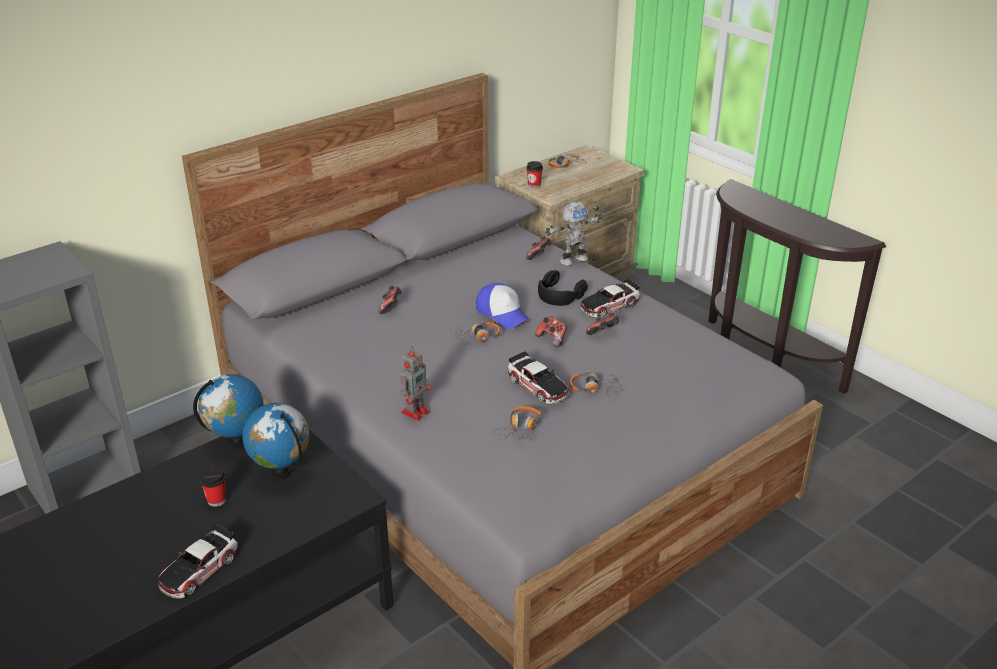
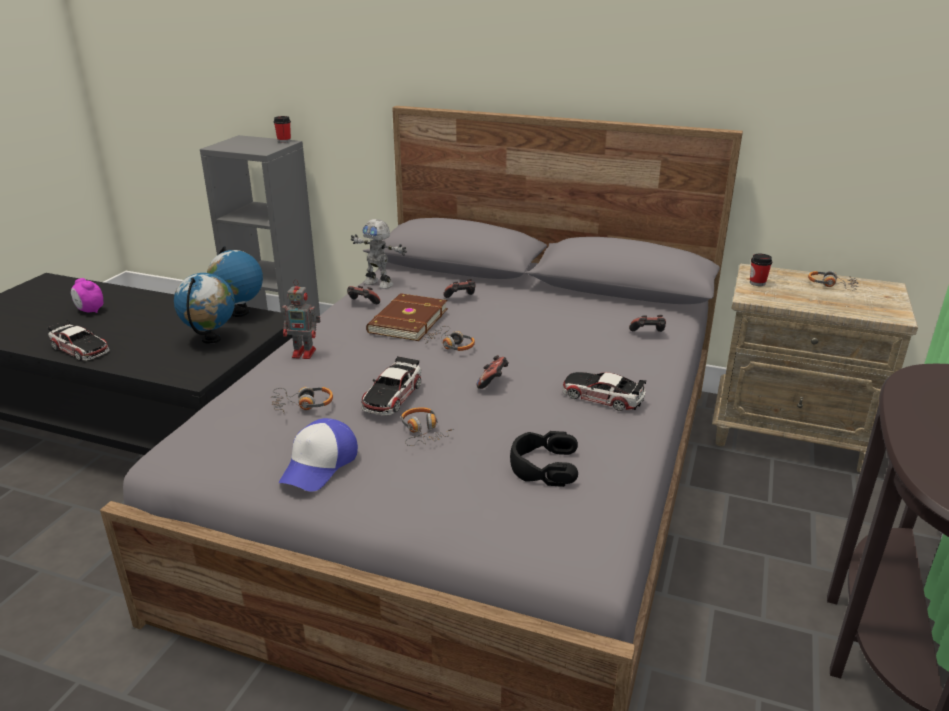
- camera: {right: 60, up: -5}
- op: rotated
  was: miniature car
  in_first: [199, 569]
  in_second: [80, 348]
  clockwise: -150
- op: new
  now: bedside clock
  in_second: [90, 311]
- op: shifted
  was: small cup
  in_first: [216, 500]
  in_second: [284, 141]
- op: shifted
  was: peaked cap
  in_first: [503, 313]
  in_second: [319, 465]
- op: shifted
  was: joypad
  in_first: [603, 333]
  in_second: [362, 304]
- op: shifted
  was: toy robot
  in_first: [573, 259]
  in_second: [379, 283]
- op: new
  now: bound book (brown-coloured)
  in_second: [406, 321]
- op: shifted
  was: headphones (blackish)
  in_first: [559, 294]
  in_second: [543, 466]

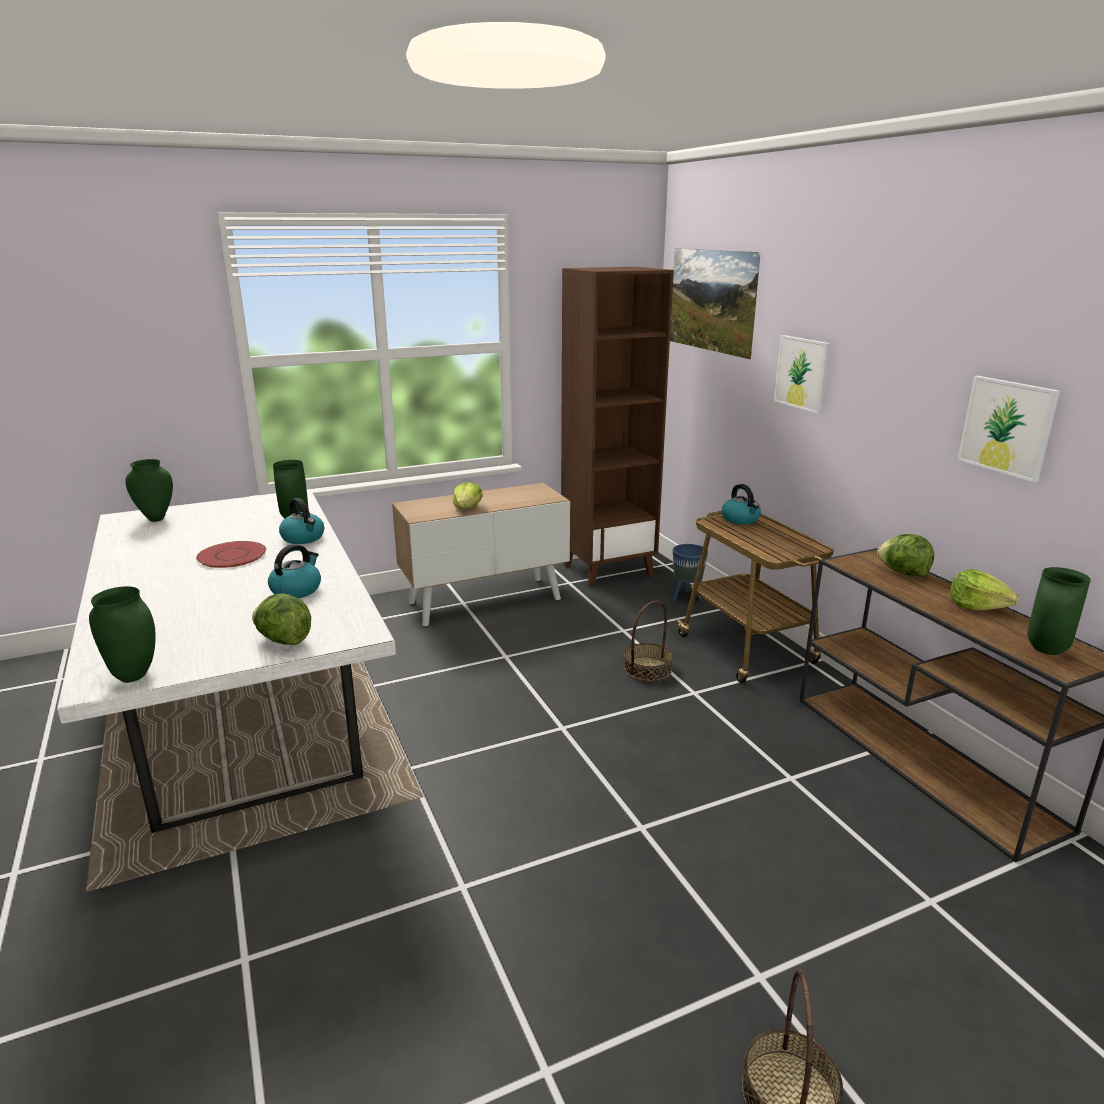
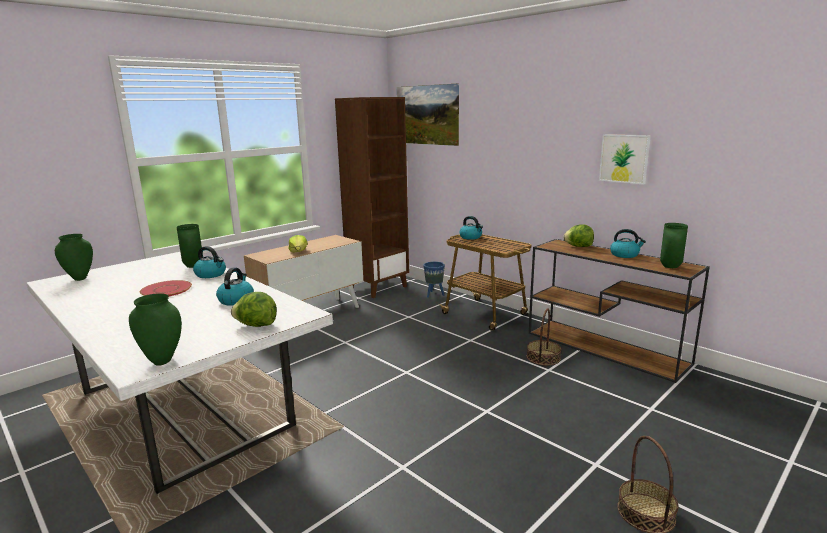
- camera: {right: -20, up: -5}
- op: shifted
  was: basket
  in_first: [647, 669]
  in_second: [543, 357]
- op: swapped
  was: lettuce
  now: tea kettle
  in_first: [977, 606]
  in_second: [625, 255]
- op: gone
  was: wall art
  in_first: [802, 373]

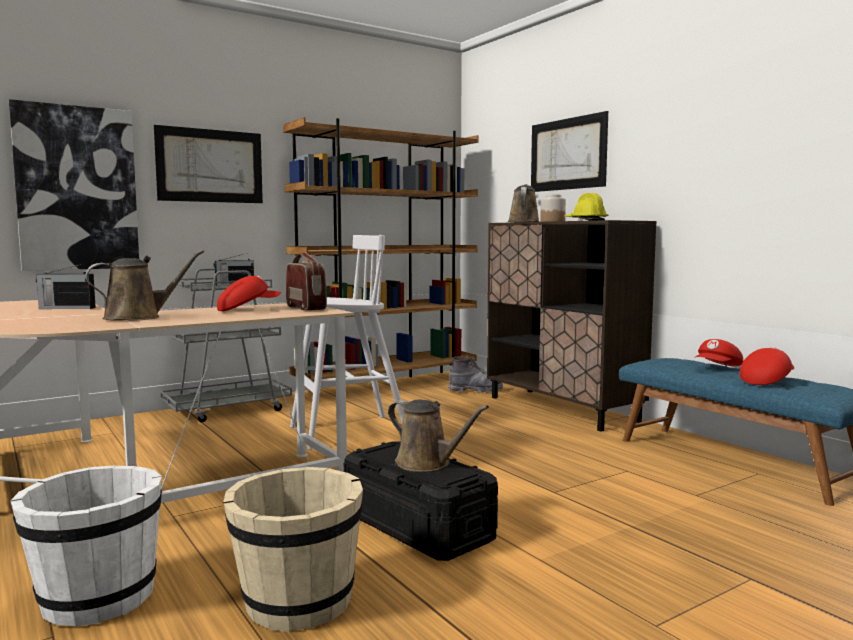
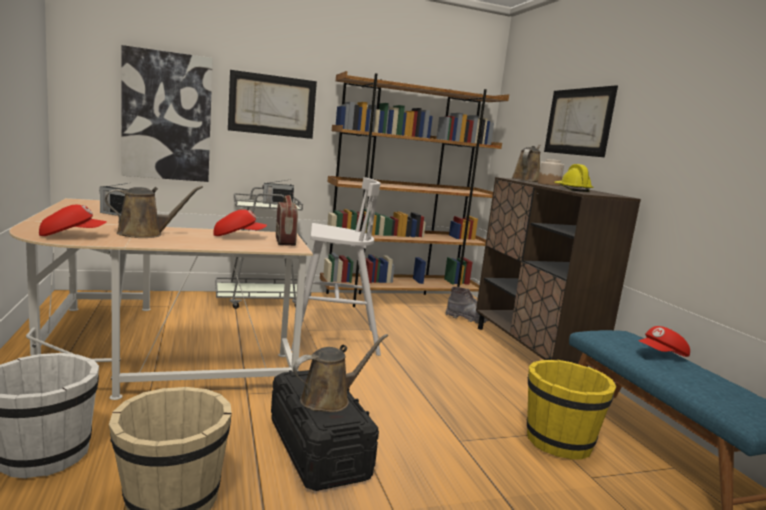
- camera: {right: 15, up: 5}
- op: shifted
  was: peaked cap (reddish)
  in_first: [766, 380]
  in_second: [72, 236]
- op: rotated
  was: watering can (brown-coloured)
  in_first: [427, 463]
  in_second: [329, 399]
  clockwise: -90
- op: new
  now: bucket (yellow)
  in_second: [558, 441]

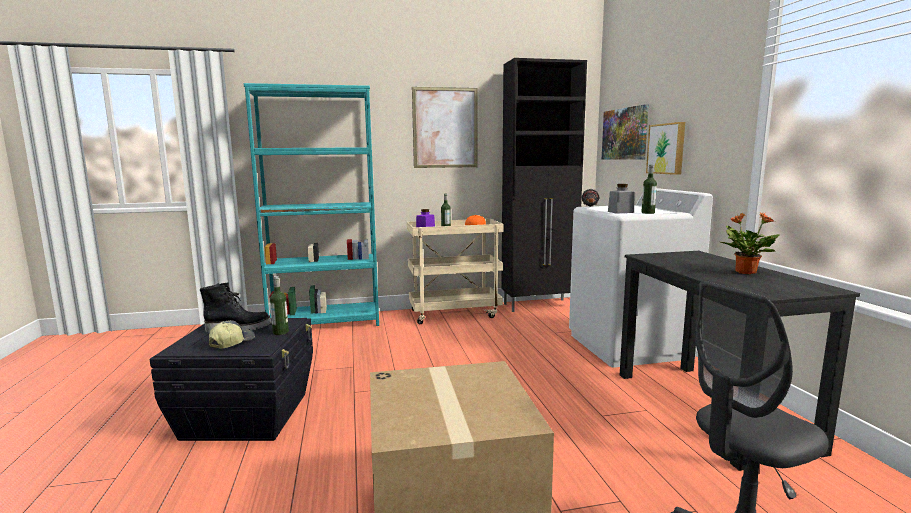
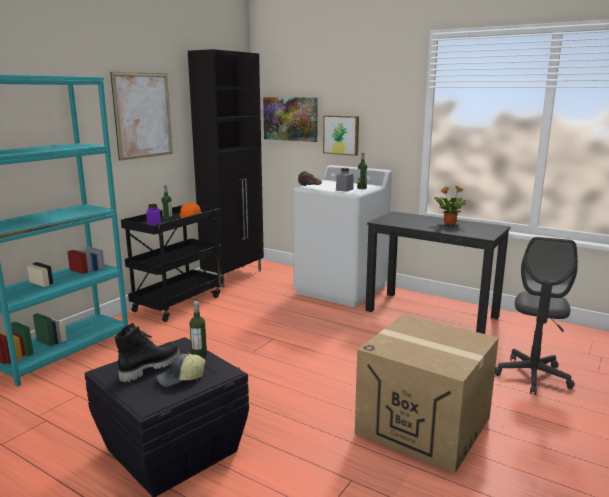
- camera: {right: -45, up: 5}
- op: repainted
  was: trolley (sand-coloured)
  now: trolley (blackish)
  in_first: [455, 313]
  in_second: [178, 303]
- op: rotated
  was: peaked cap
  in_first: [231, 342]
  in_second: [181, 378]
  clockwise: -90

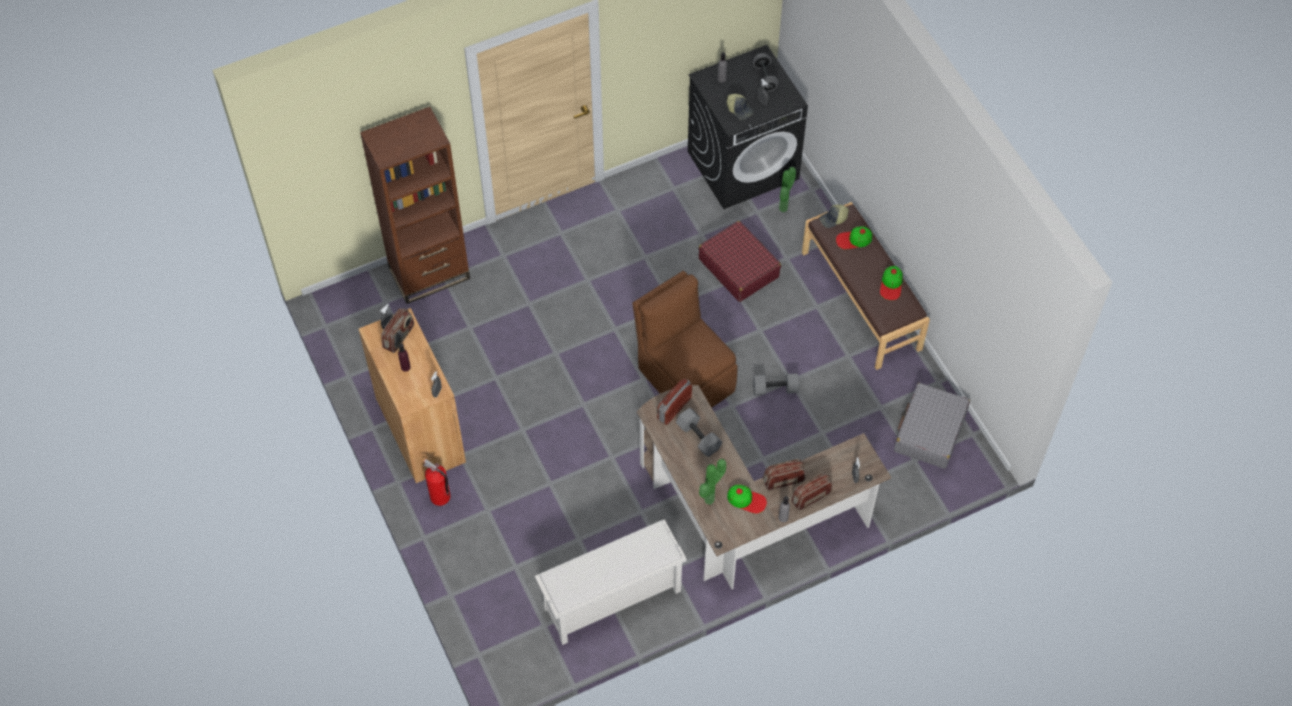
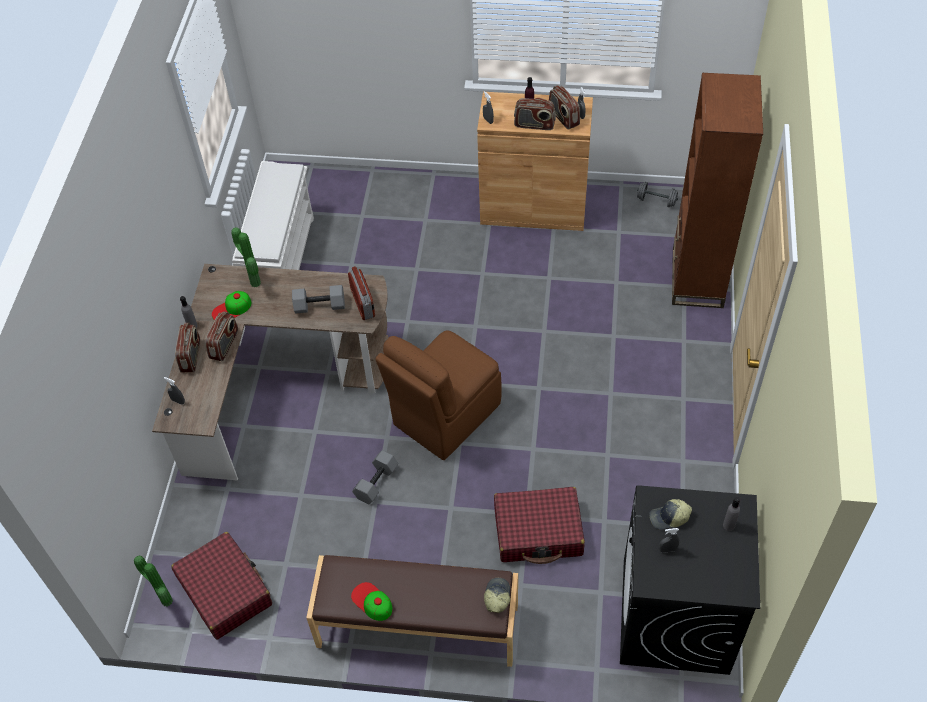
- camera: {right: 125, up: -5}
- op: shifted
  was: houseplant
  in_first: [785, 209]
  in_second: [165, 603]
- op: repainted
  was: travel case (grey)
  now: travel case (reddish)
  in_first: [929, 432]
  in_second: [225, 591]
- op: rotated
  was: plain chair (brown-coloured)
  in_first: [685, 377]
  in_second: [444, 415]
  clockwise: 135
- op: new
  now: radio set
  in_second: [534, 125]
- op: shifted
  was: dumbbell (grey)
  in_first: [764, 78]
  in_second: [656, 201]
- op: gone
  was: fire extinguisher
  in_first: [440, 497]
- op: gone
  was: peaked cap
  in_first: [854, 239]

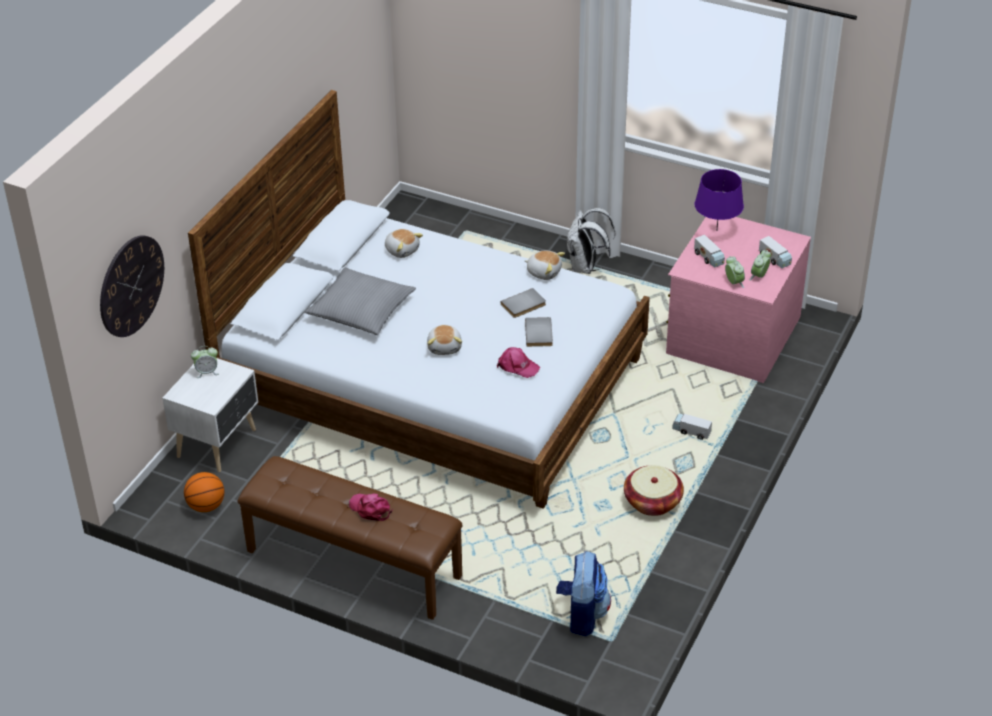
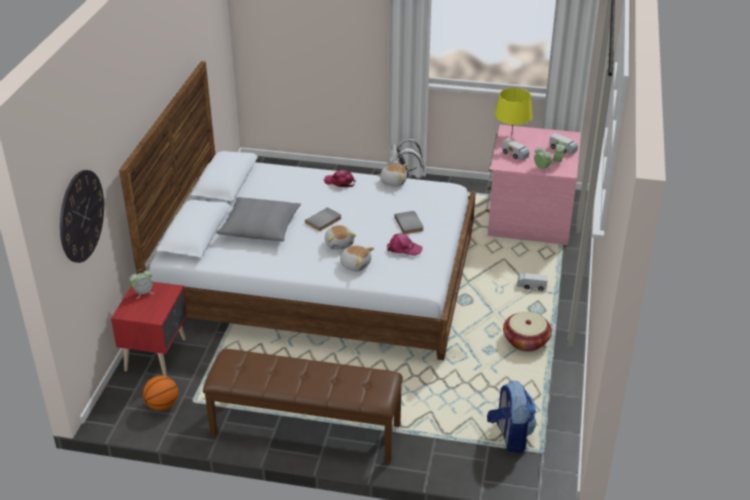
- camera: {right: -15, up: -5}
- op: repainted
  was: night table (whitish)
  now: night table (reddish)
  in_first: [218, 443]
  in_second: [157, 354]
- op: shifted
  was: bound book (grey)
  in_first: [524, 305]
  in_second: [324, 221]
- op: shifted
  was: peaked cap (pinkish)
  in_first: [370, 509]
  in_second: [340, 182]
- op: shifted
  was: soft toy
  in_first: [402, 250]
  in_second: [355, 264]
- op: repainted
  was: lamp for a table (purple)
  now: lamp for a table (yellow)
  in_first: [716, 230]
  in_second: [511, 137]

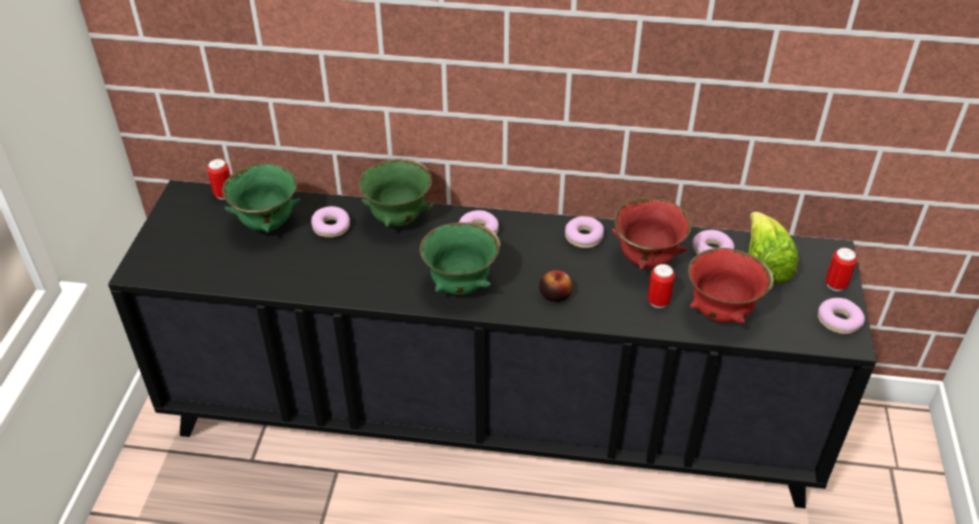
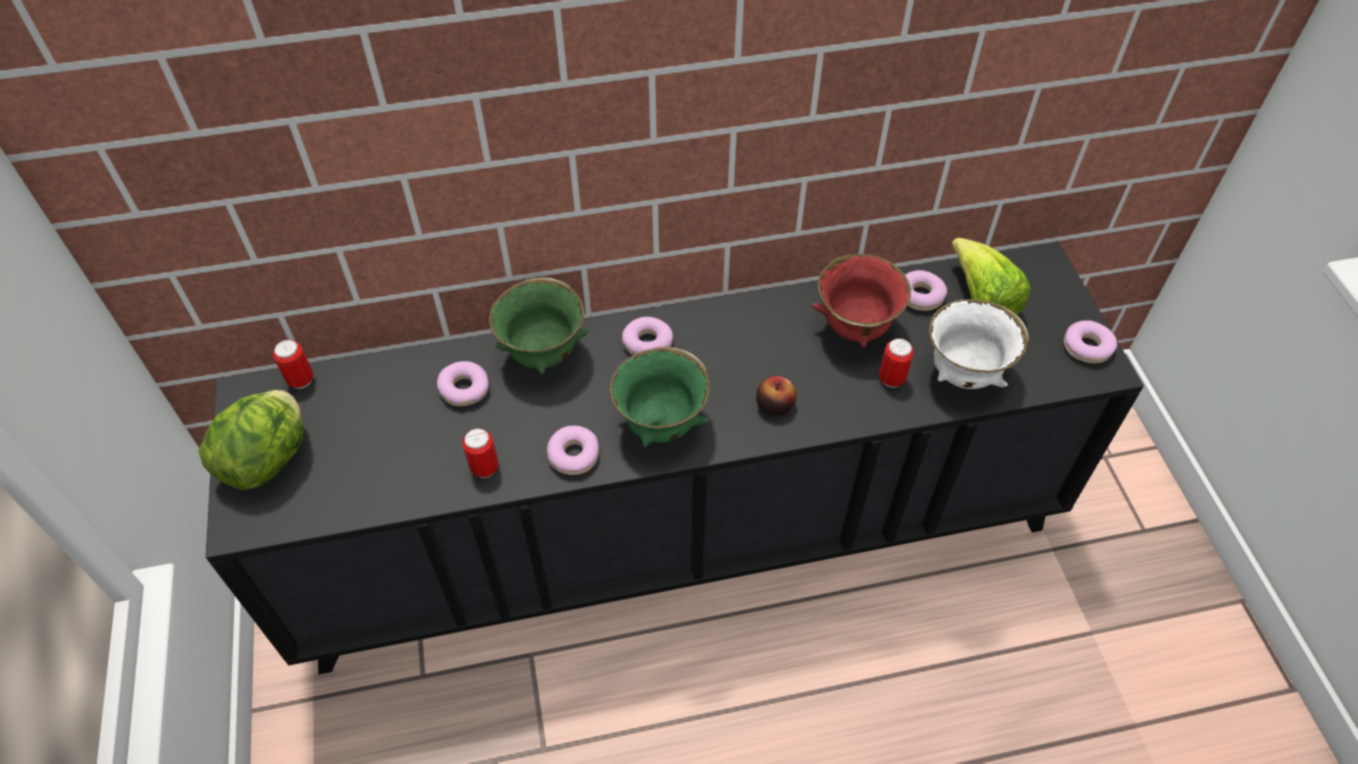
- camera: {right: -20, up: 10}
- op: new
  now: lettuce
  in_second: [268, 459]
- op: shifted
  was: can
  in_first: [835, 285]
  in_second: [484, 468]
- op: shifted
  was: doughnut
  in_first: [584, 237]
  in_second: [574, 455]
- op: repainted
  was: bowl (reddish)
  now: bowl (whitish)
  in_first: [721, 314]
  in_second: [964, 375]
- op: gone
  was: bowl (green)
  in_first: [266, 224]

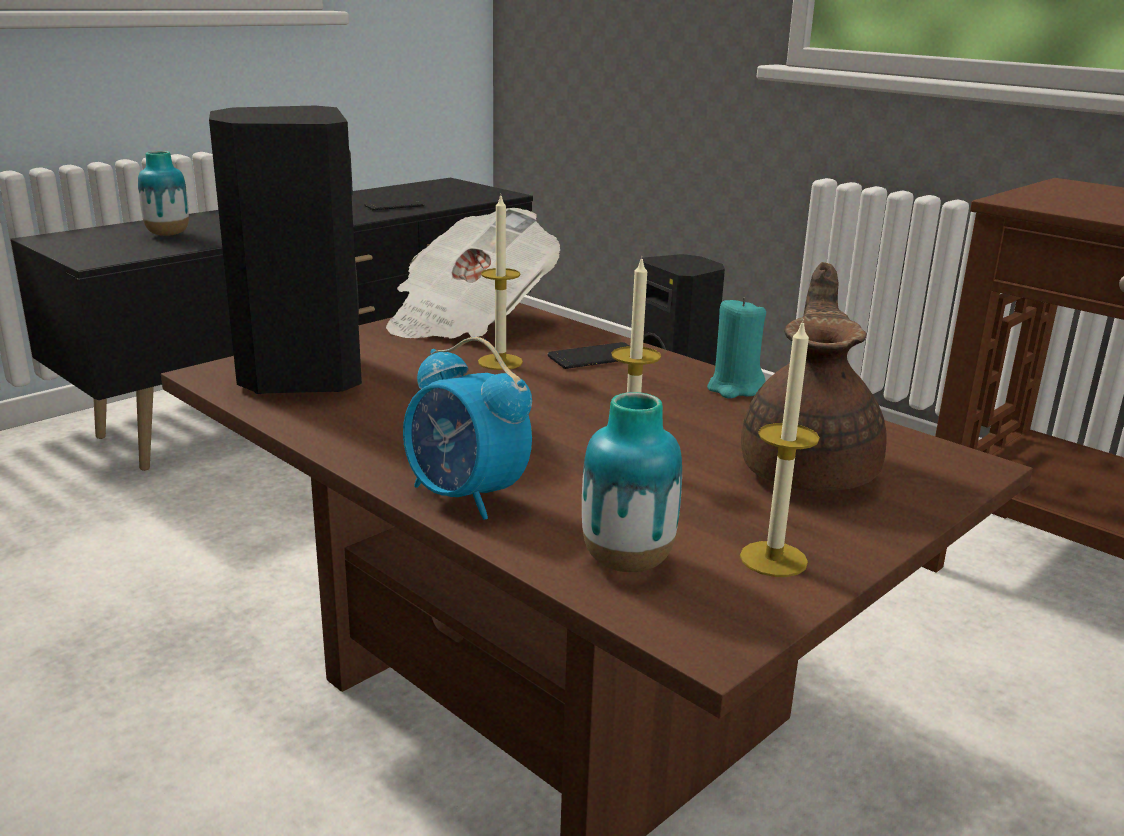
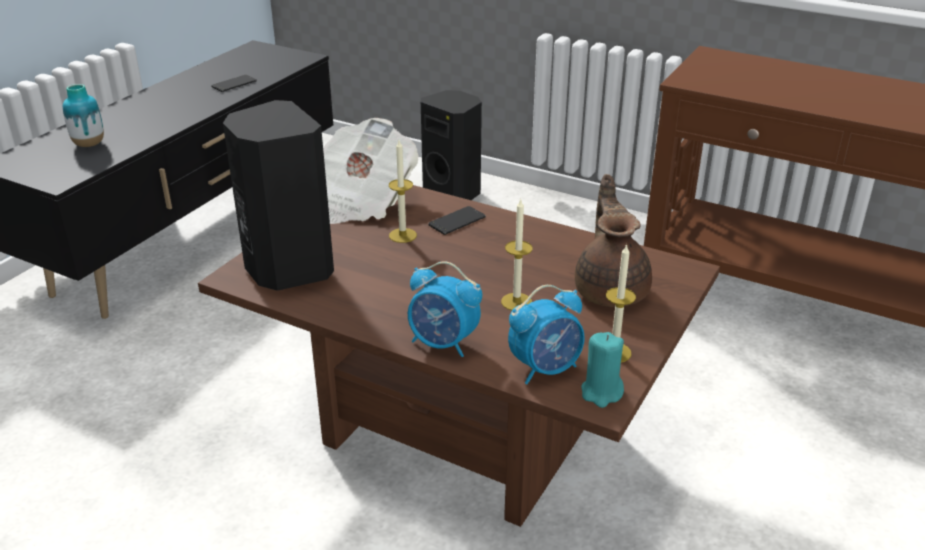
- camera: {right: -15, up: 10}
- op: swapped
  was: flower vase
  now: bedside clock
  in_first: [627, 562]
  in_second: [546, 368]
- op: shifted
  was: wax light (turquoise-coloured)
  in_first: [734, 388]
  in_second: [601, 393]

